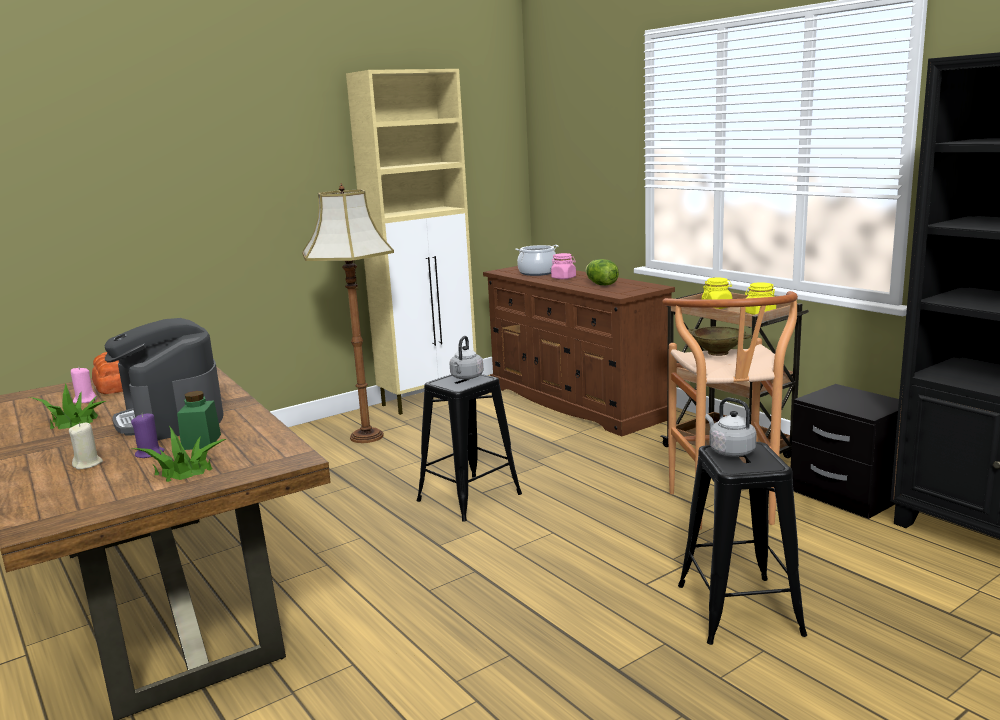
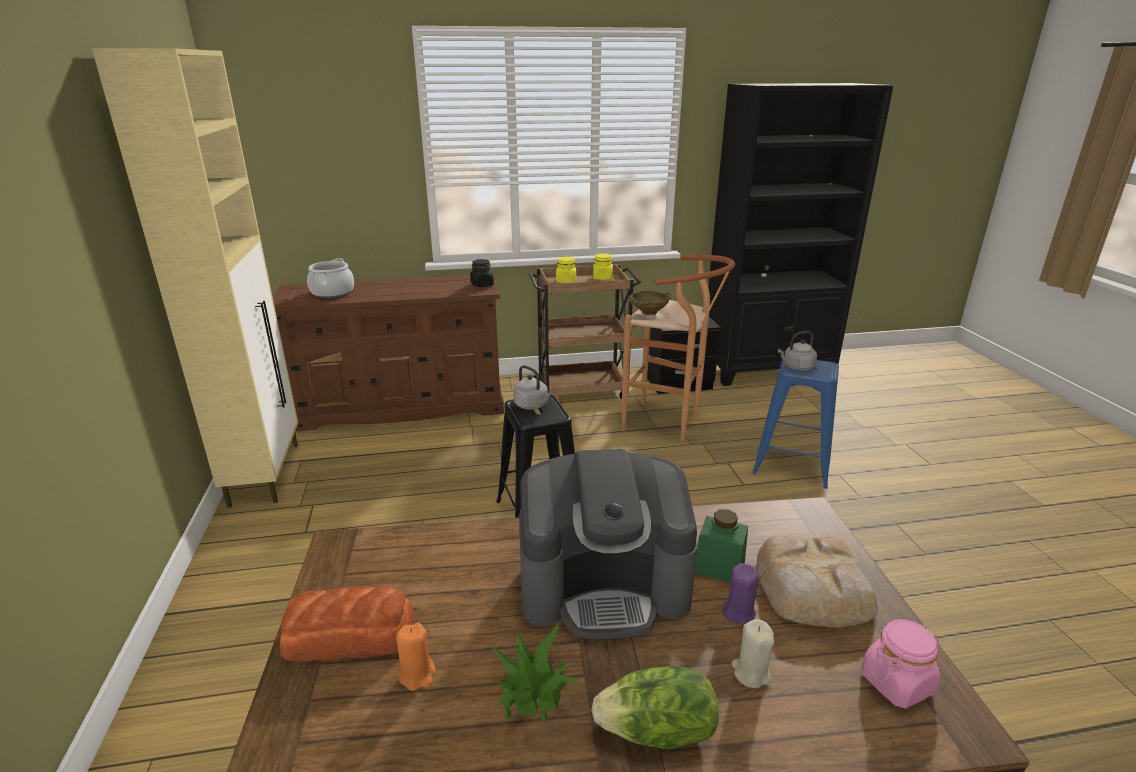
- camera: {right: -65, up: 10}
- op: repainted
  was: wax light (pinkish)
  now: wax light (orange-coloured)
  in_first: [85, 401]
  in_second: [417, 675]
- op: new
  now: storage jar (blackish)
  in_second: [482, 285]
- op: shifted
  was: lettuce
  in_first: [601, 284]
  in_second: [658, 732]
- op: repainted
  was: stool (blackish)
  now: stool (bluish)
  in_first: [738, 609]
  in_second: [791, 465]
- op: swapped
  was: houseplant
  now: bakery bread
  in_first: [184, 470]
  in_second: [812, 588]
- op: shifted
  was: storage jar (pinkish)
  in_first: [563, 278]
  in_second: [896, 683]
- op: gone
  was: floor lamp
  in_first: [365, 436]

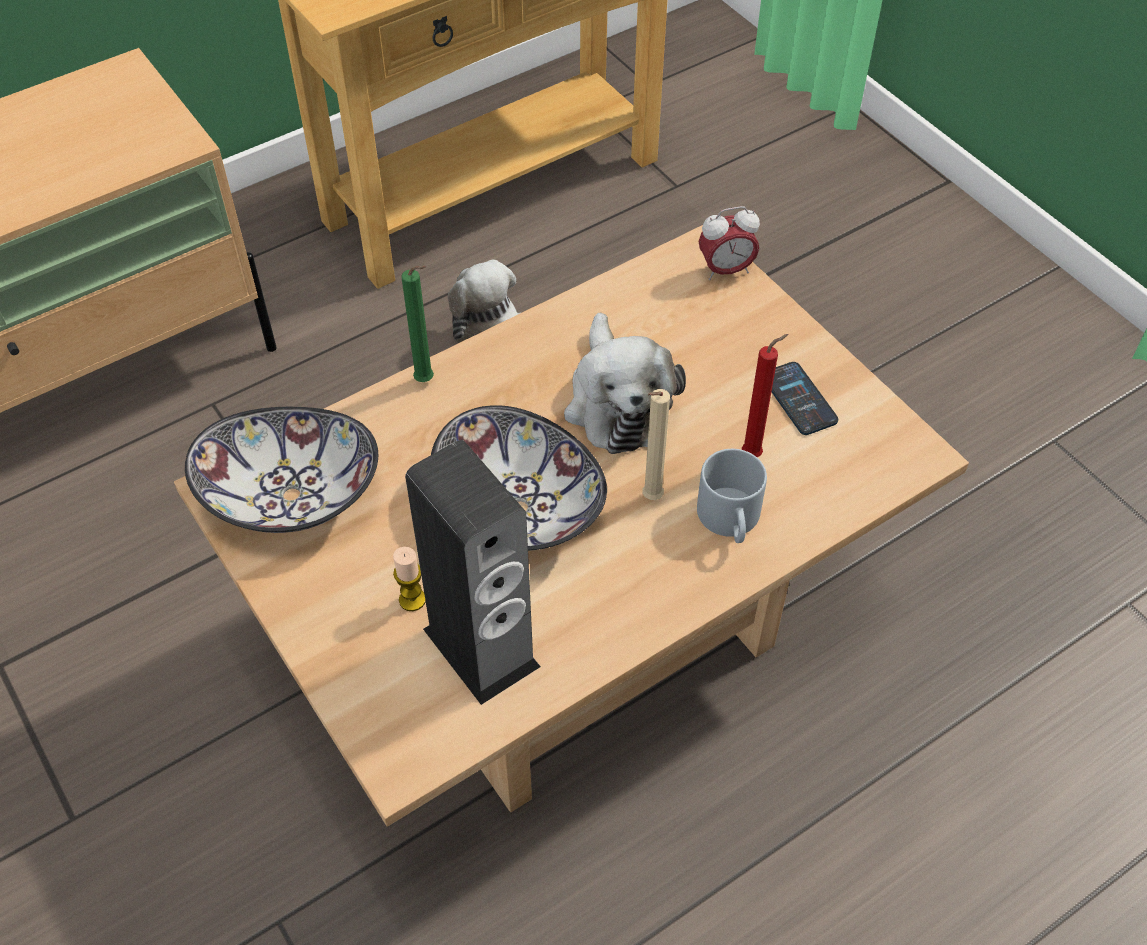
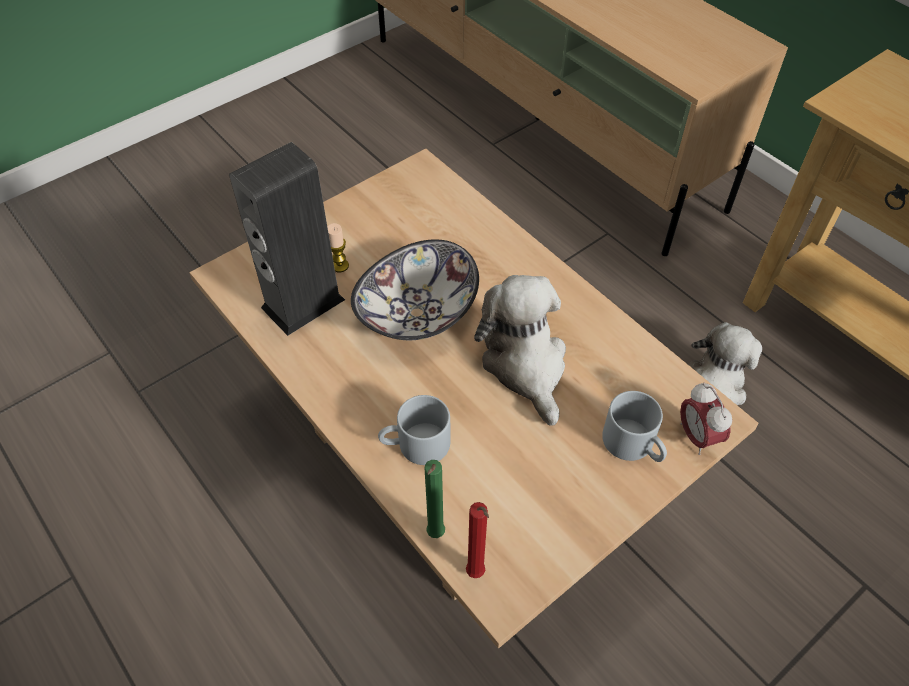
- camera: {right: 85, up: 0}
- op: shifted
  was: wax light (green)
  in_first: [427, 381]
  in_second: [434, 535]
- op: shifted
  was: wax light (reddish)
  in_first: [754, 454]
  in_second: [476, 575]
- op: rotated
  was: soft toy
  in_first: [617, 402]
  in_second: [525, 365]
  clockwise: 90
- op: new
  now: mug (grey)
  in_second: [635, 445]
- op: gone
  was: bowl
  in_first: [292, 494]
- op: gone
  was: wax light (sand-coloured)
  in_first: [649, 499]
- op: gone
  was: handset
  in_first: [799, 399]

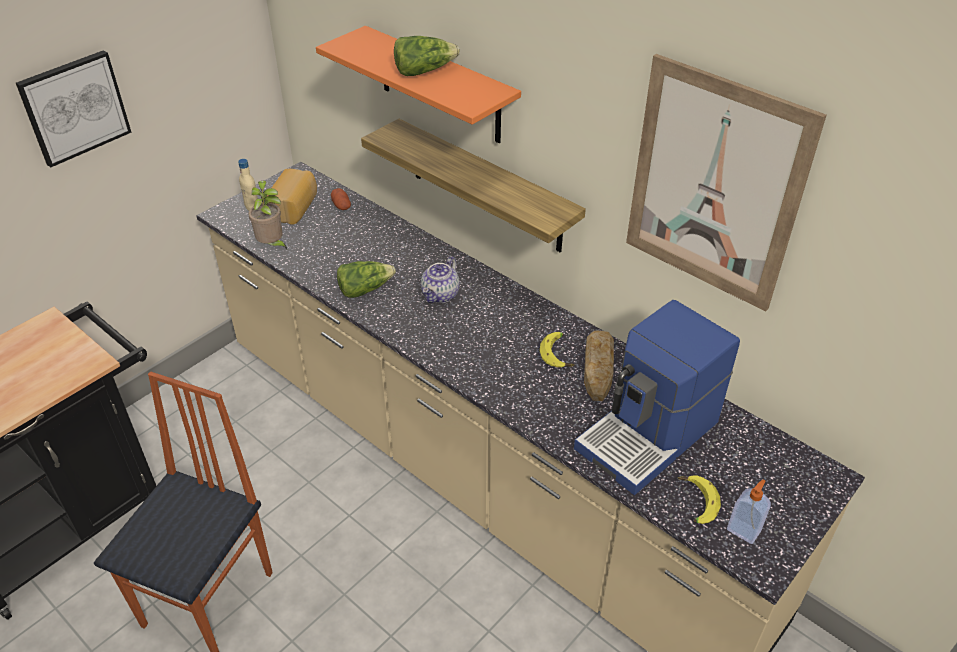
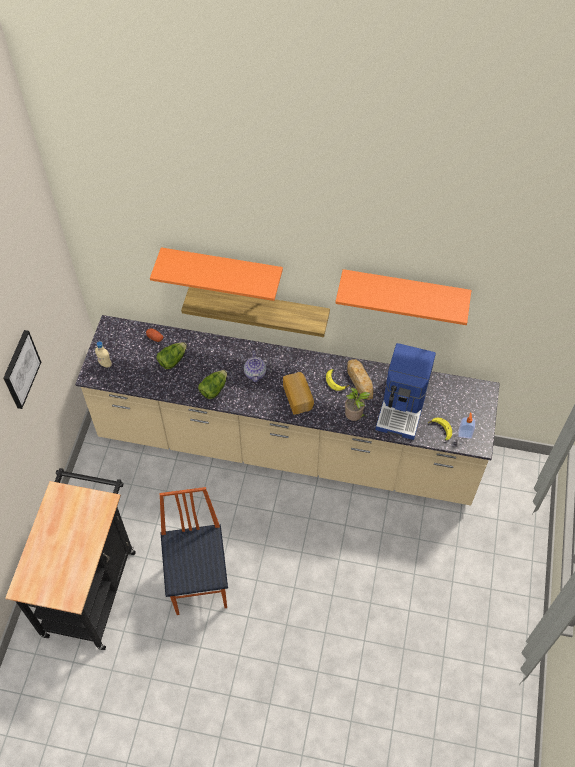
- camera: {right: -30, up: 15}
- op: shifted
  was: lettuce
  in_first: [424, 71]
  in_second: [172, 360]
- op: shifted
  was: bakery bread
  in_first: [295, 208]
  in_second: [298, 397]
- op: swapped
  was: wall art
  now: bracket shelf (orange-coloured)
  in_first: [714, 186]
  in_second: [404, 291]
- op: shifted
  was: houseplant
  in_first: [272, 245]
  in_second: [354, 417]

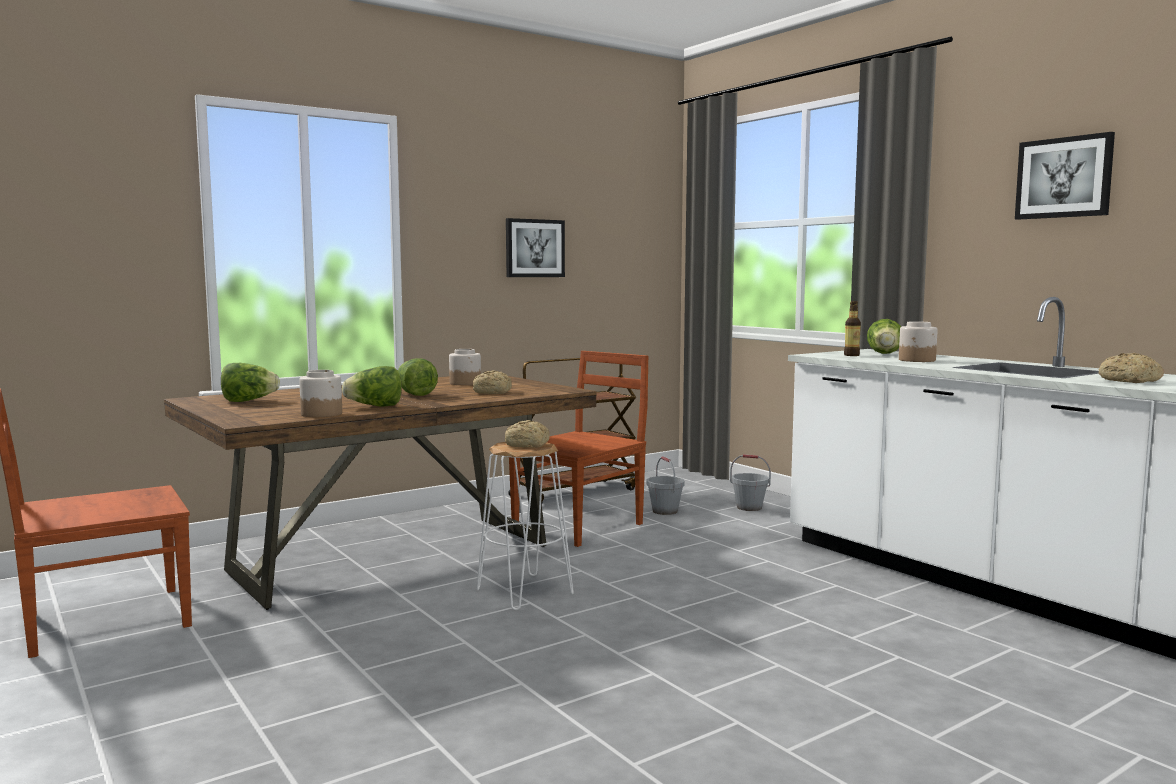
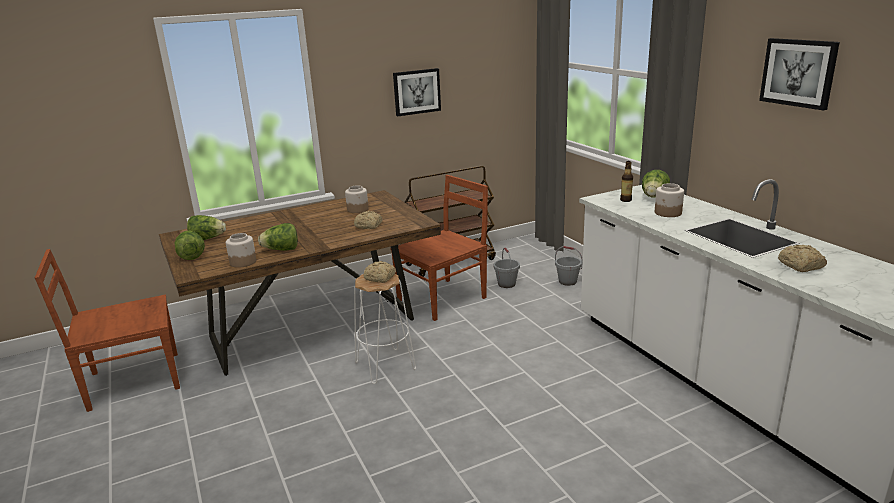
- camera: {right: 10, up: 15}
- op: shifted
  was: lettuce
  in_first: [415, 394]
  in_second: [191, 255]

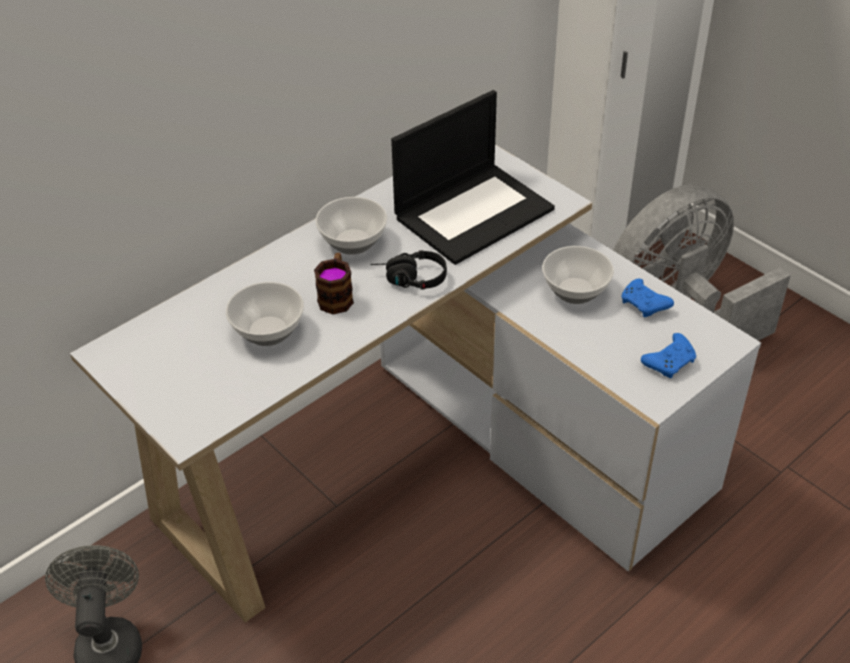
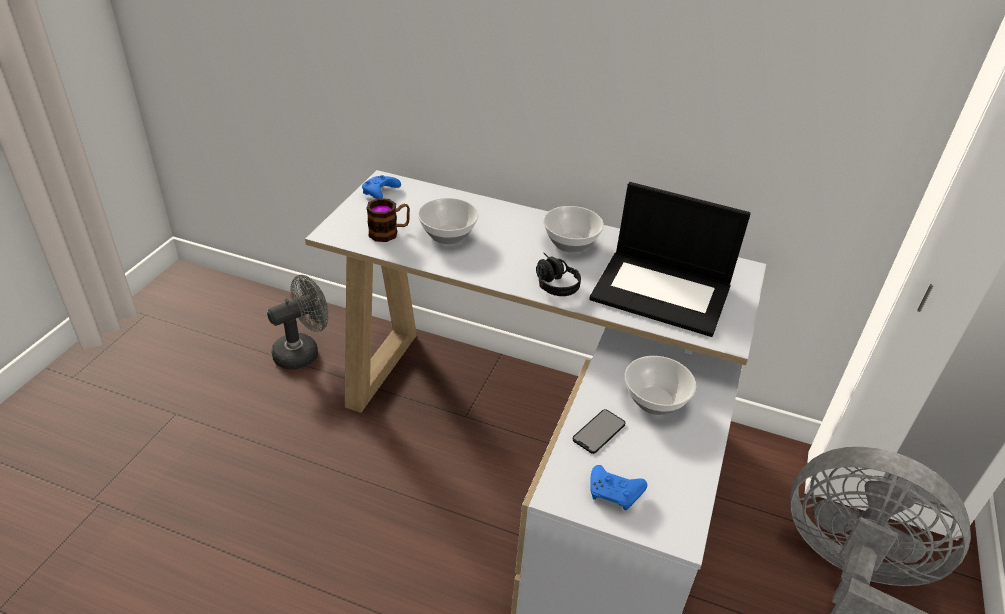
- camera: {right: 60, up: -5}
- op: shifted
  was: joypad (bluish)
  in_first: [644, 305]
  in_second: [380, 193]
- op: shifted
  was: mug
  in_first: [336, 296]
  in_second: [389, 232]
- op: new
  now: handset
  in_second: [599, 431]

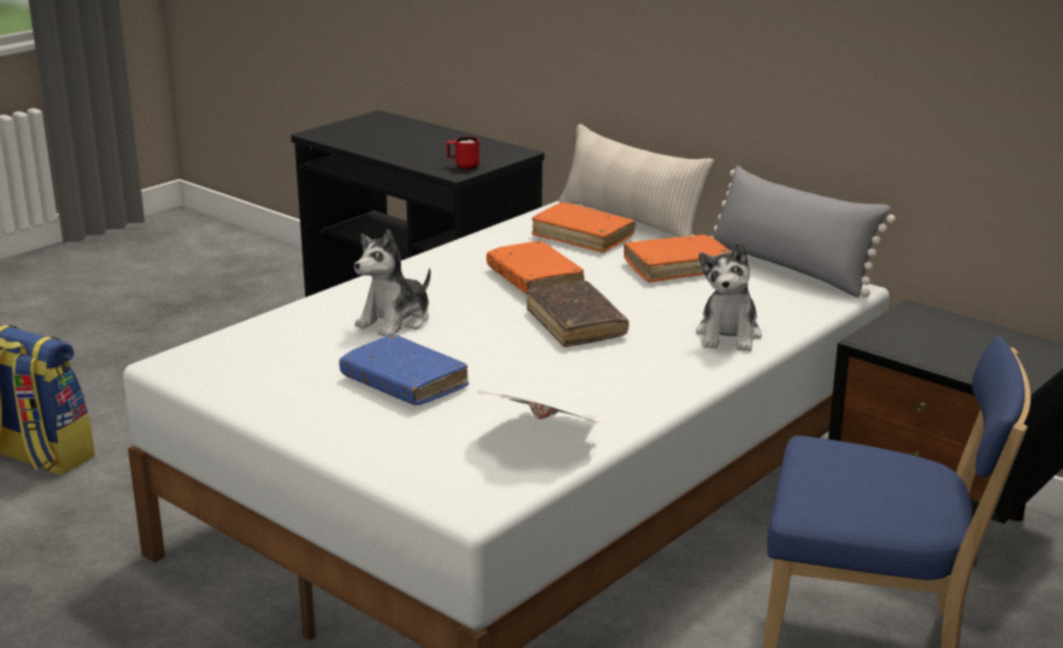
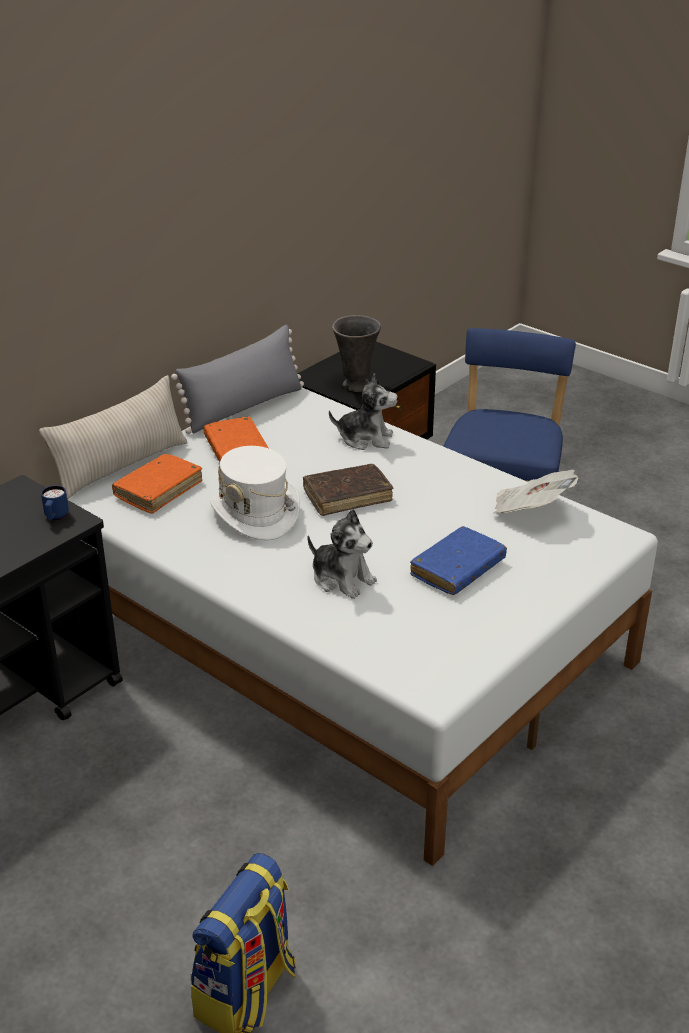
- camera: {right: -90, up: 10}
- op: repainted
  was: mug (reddish)
  now: mug (bluish)
  in_first: [463, 166]
  in_second: [55, 517]
- op: swapped
  was: bound book (orange-coloured)
  now: clothing hat (whitish)
  in_first: [534, 279]
  in_second: [255, 514]
- op: new
  now: flower vase (grey)
  in_second: [356, 386]

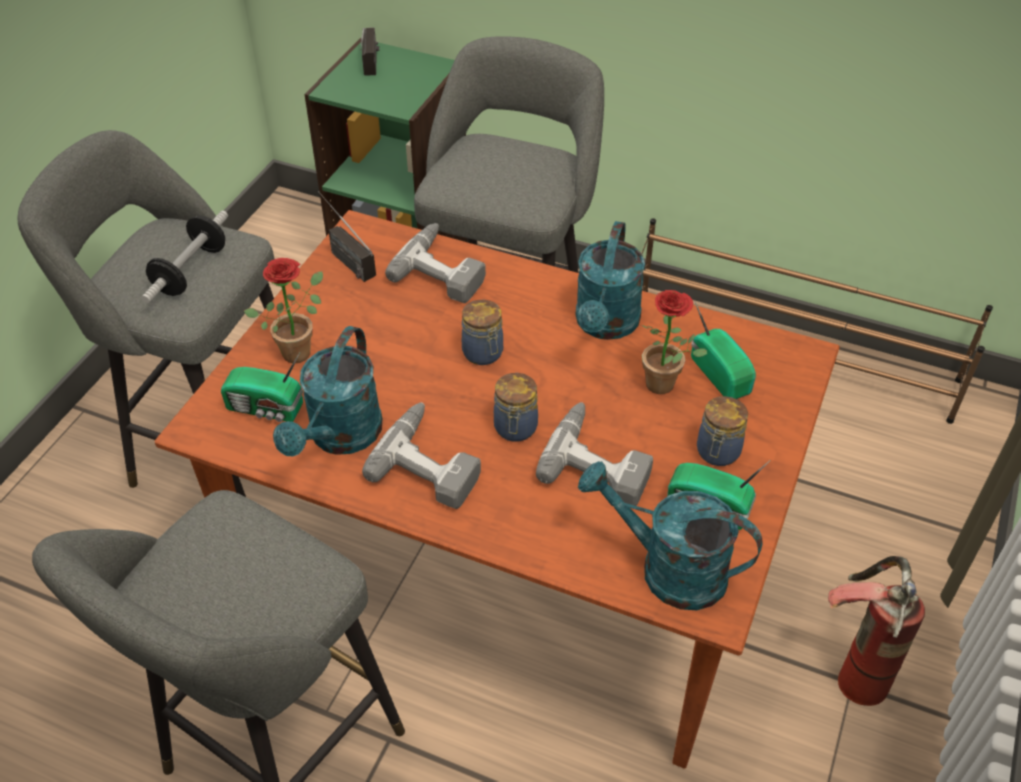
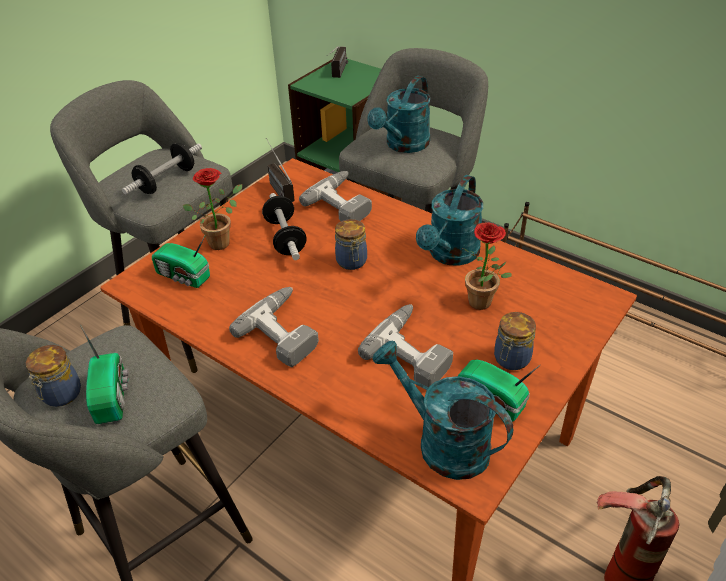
- camera: {right: 15, up: -5}
- op: shifted
  was: storage jar
  in_first: [515, 429]
  in_second: [61, 395]
- op: shifted
  was: radio set
  in_first: [720, 373]
  in_second: [112, 395]
- op: new
  now: dumbbell
  in_second: [285, 238]
- op: shifted
  was: watering can (turquoise-coloured)
  in_first: [340, 438]
  in_second: [403, 145]

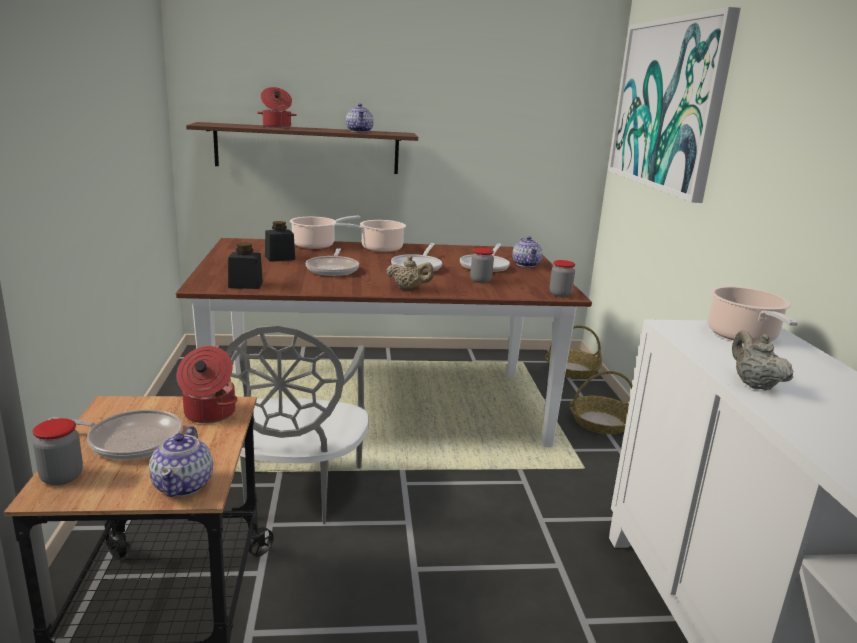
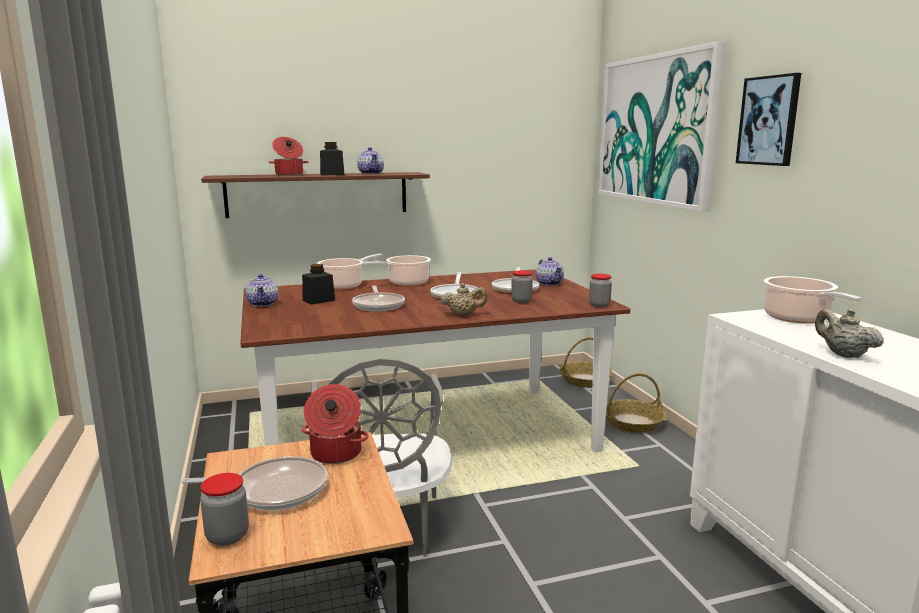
- camera: {right: -10, up: -5}
- op: shifted
  was: pot for tea
  in_first: [184, 485]
  in_second: [263, 304]
- op: shifted
  was: storage jar (blackish)
  in_first: [245, 285]
  in_second: [332, 174]
- op: new
  now: wall art
  in_second: [769, 120]

